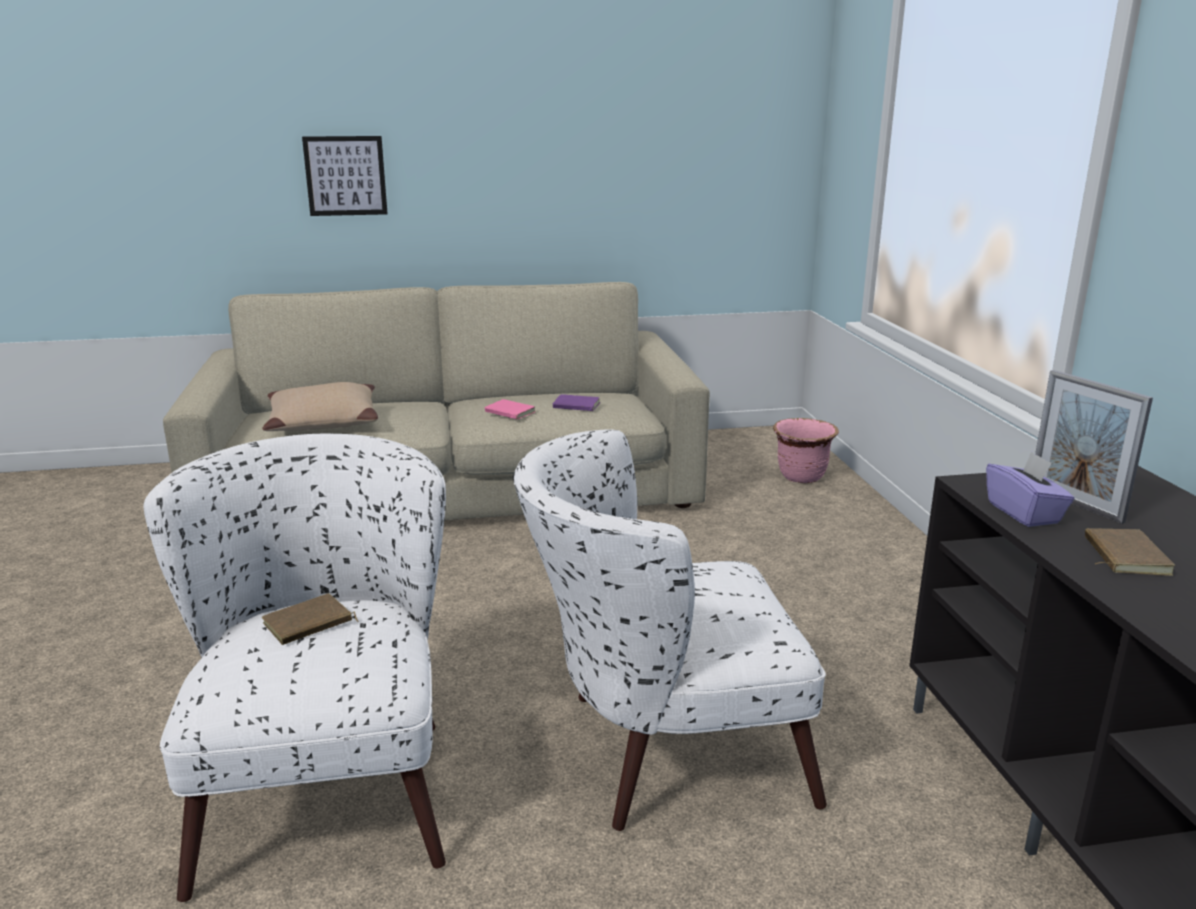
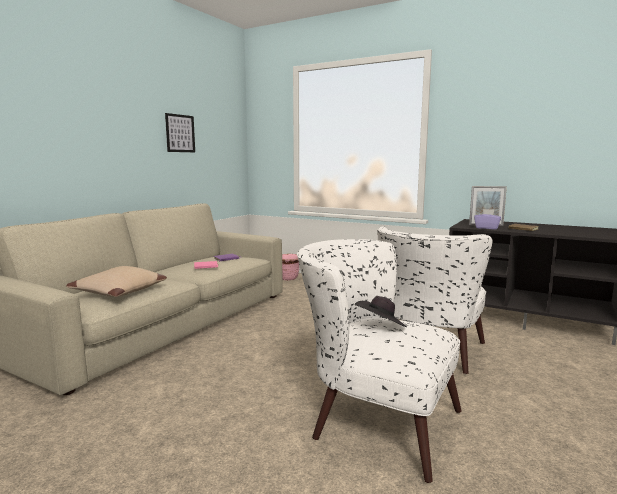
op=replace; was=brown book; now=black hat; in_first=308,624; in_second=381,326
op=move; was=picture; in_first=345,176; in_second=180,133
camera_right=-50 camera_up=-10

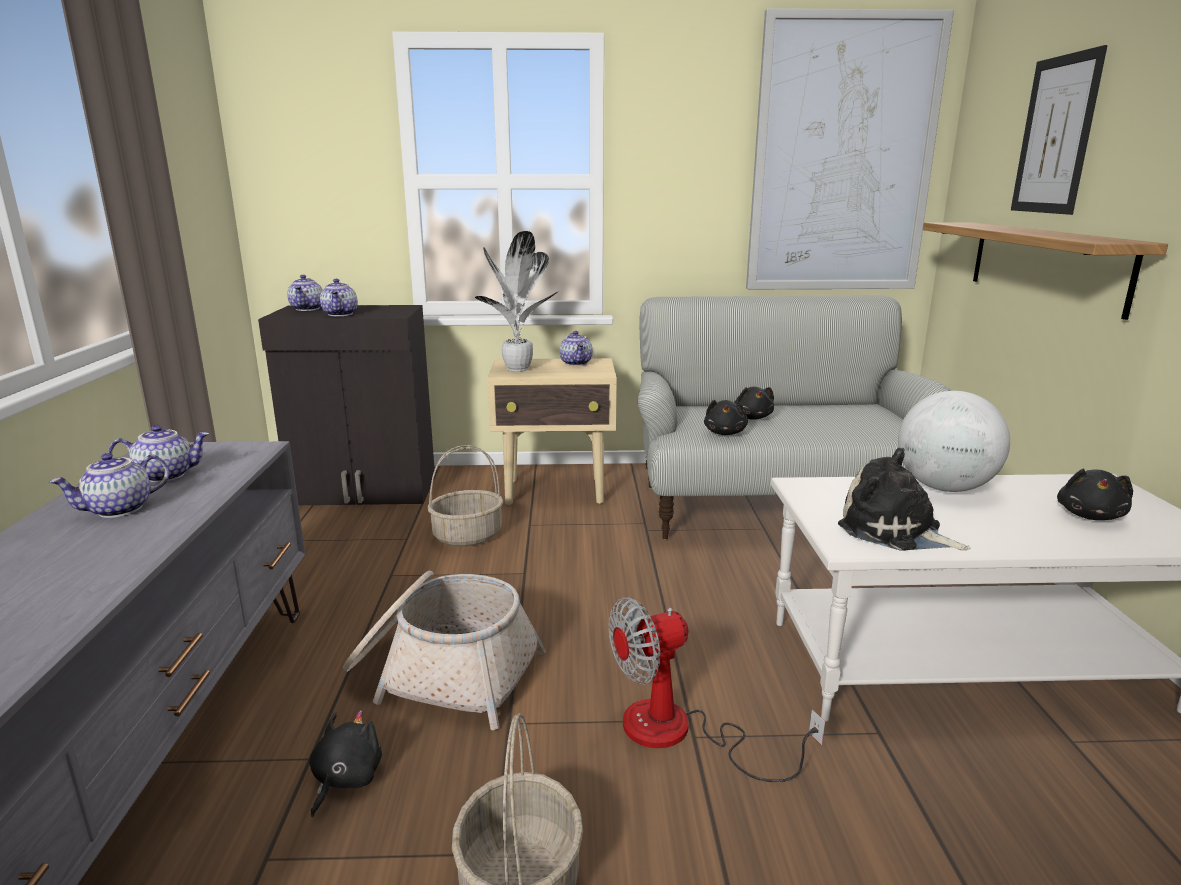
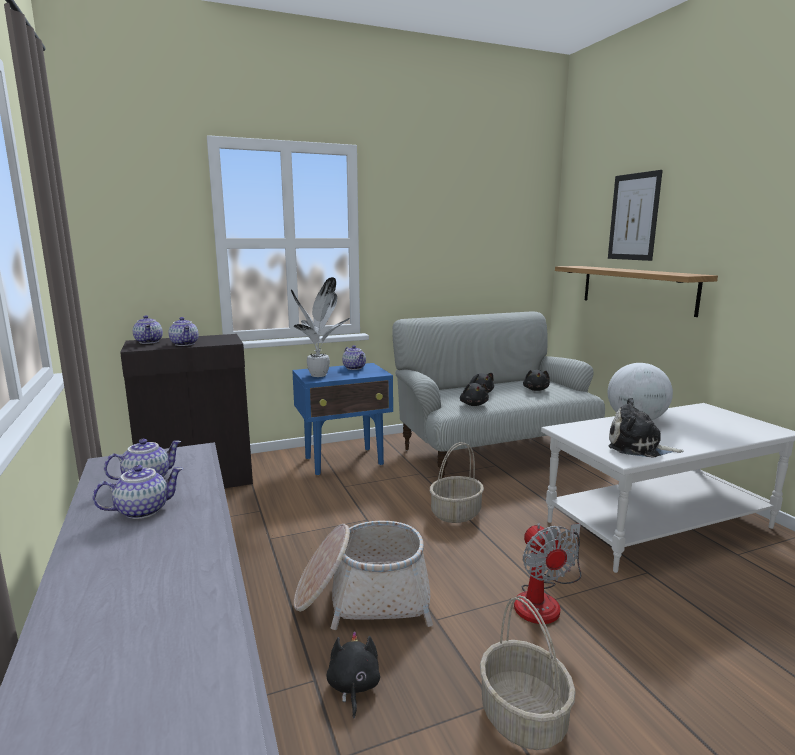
op=rotate; was=teapot; in_first=119,510; in_second=143,510; clockwise=-150
op=move; was=basket; in_first=468,536; in_second=455,513
op=recolor; was=beige side table; now=blue side table; in_first=556,492; in_second=345,461
op=rotate; was=fan; in_first=679,733; in_second=544,599; clockwise=-60
op=delete; was=picture; in_first=842,157
op=move; was=black plush toy; in_first=1090,515; in_second=536,389
camera_right=-20 camera_up=-5

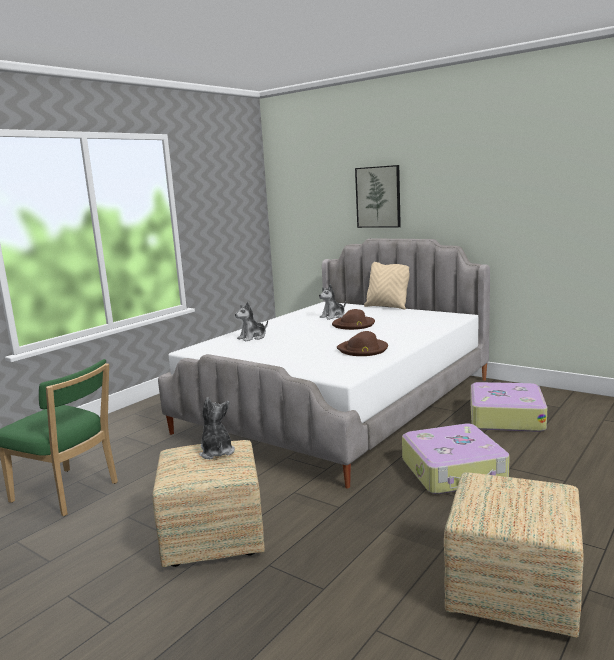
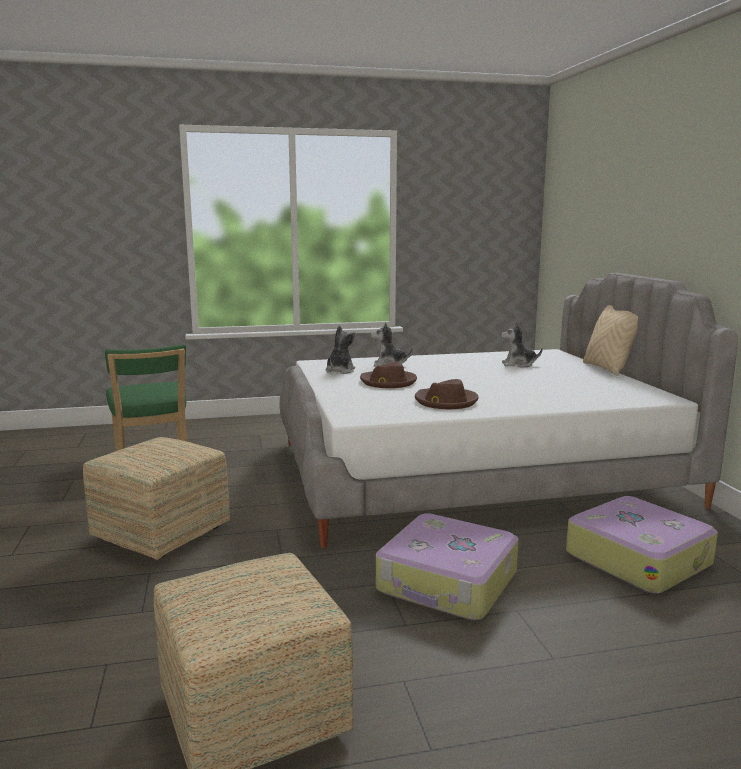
op=move; was=plush toy; in_first=216,452; in_second=339,371
op=move; was=brown hat; in_first=354,325; in_second=388,382
op=delete; was=picture; in_first=378,197
camera_right=40 camera_up=0

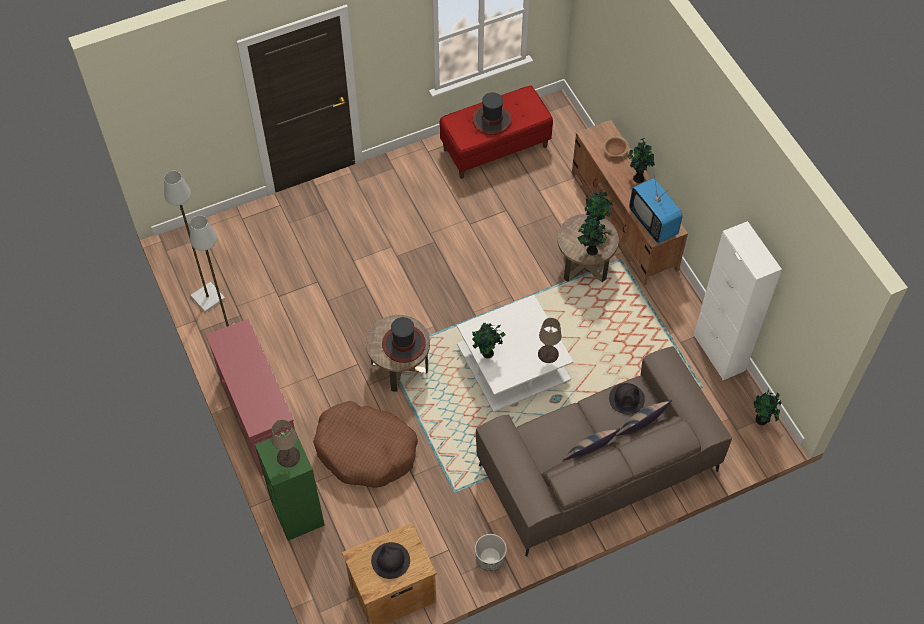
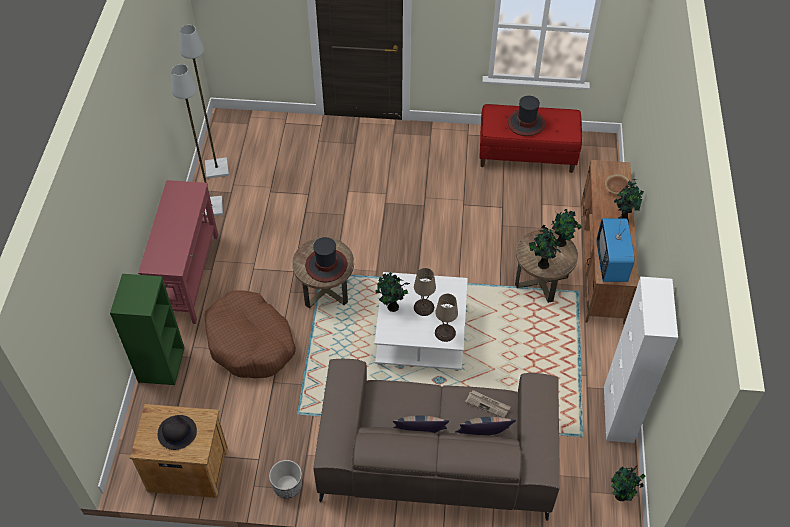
op=move; was=beige table lamp; in_first=288,457; in_second=423,307
op=replace; was=black hat; now=newspaper; in_first=627,399; in_second=488,404
camera_right=30 camera_up=-5

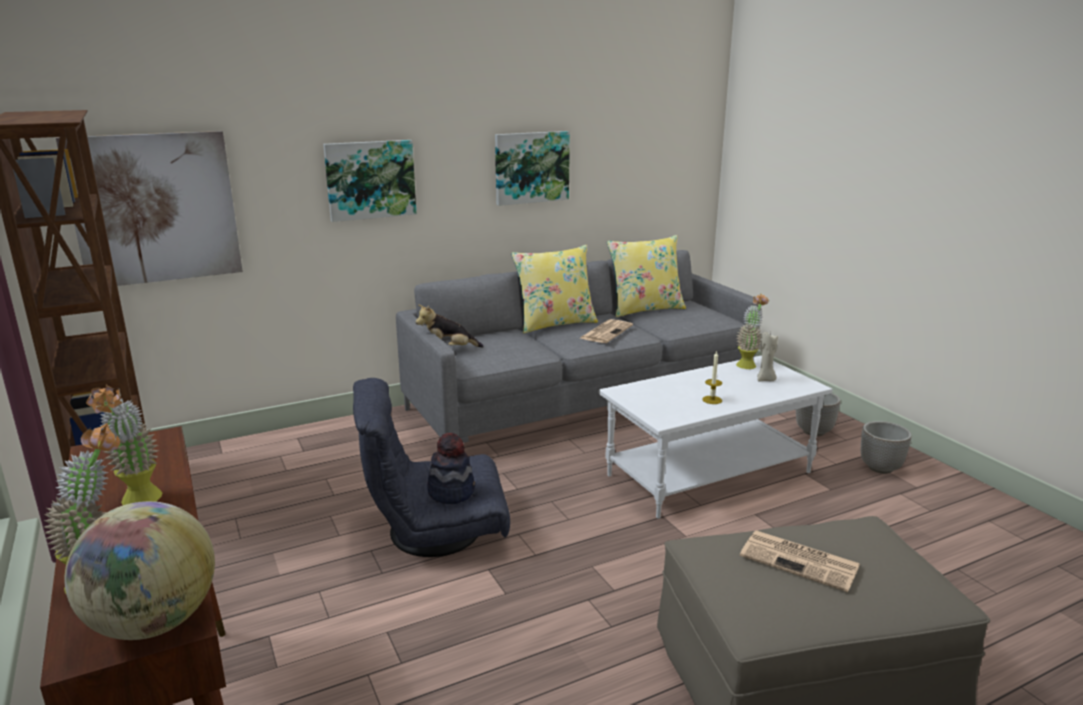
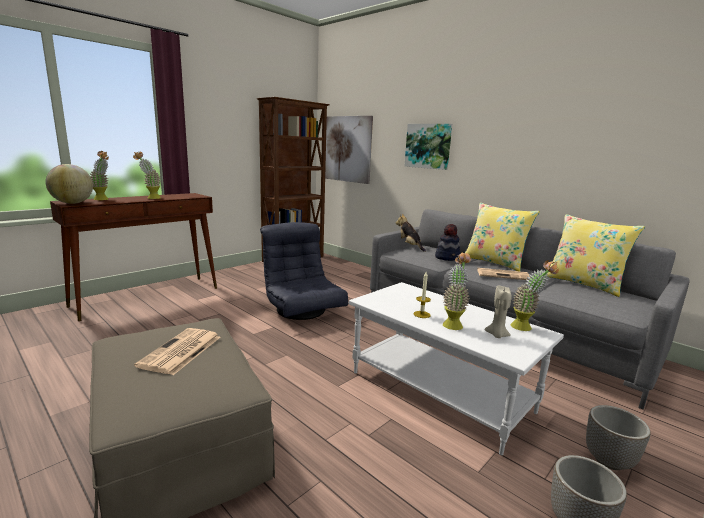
op=move; was=hat; in_first=451,492; in_second=447,257
op=delete; was=picture; in_first=531,167
op=insert; now=potted plant; in_second=453,323
camera_right=70 camera_up=-5

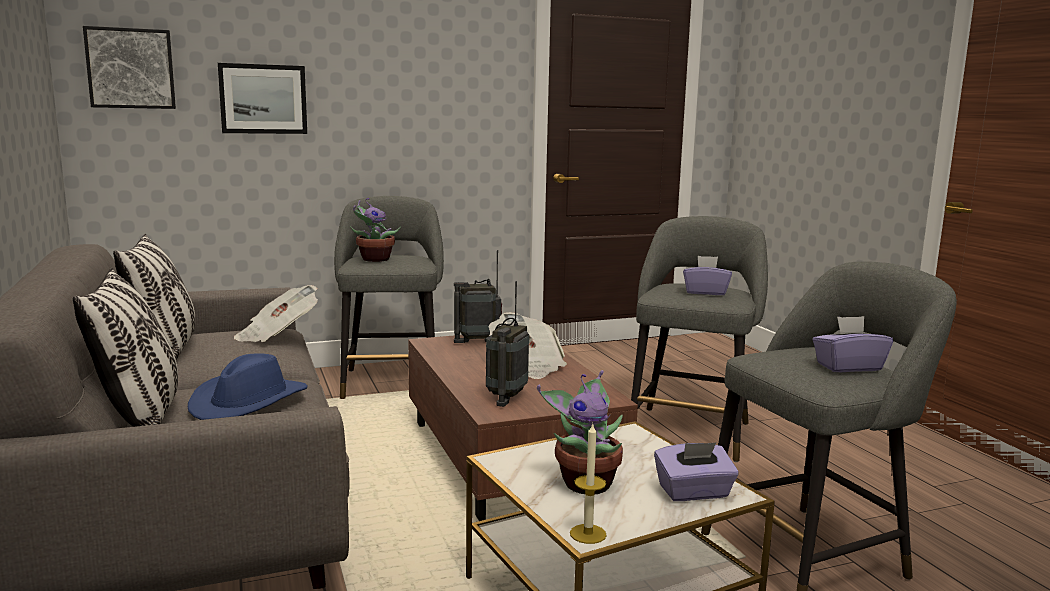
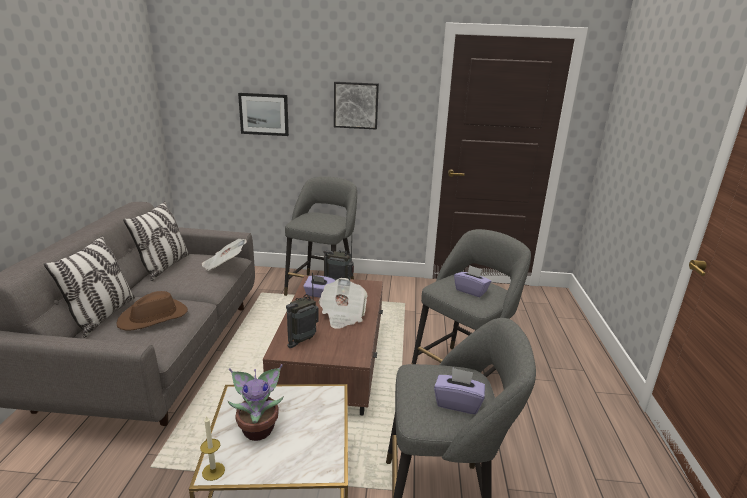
op=move; was=picture; in_first=131,68; in_second=356,105
op=recolor; was=blue hat; now=brown hat; in_first=249,402; in_second=154,317
op=delete; was=potted plant; in_first=374,259
op=move; was=purple tissue box; in_first=694,492; in_second=319,294
camera_right=25 camera_up=10

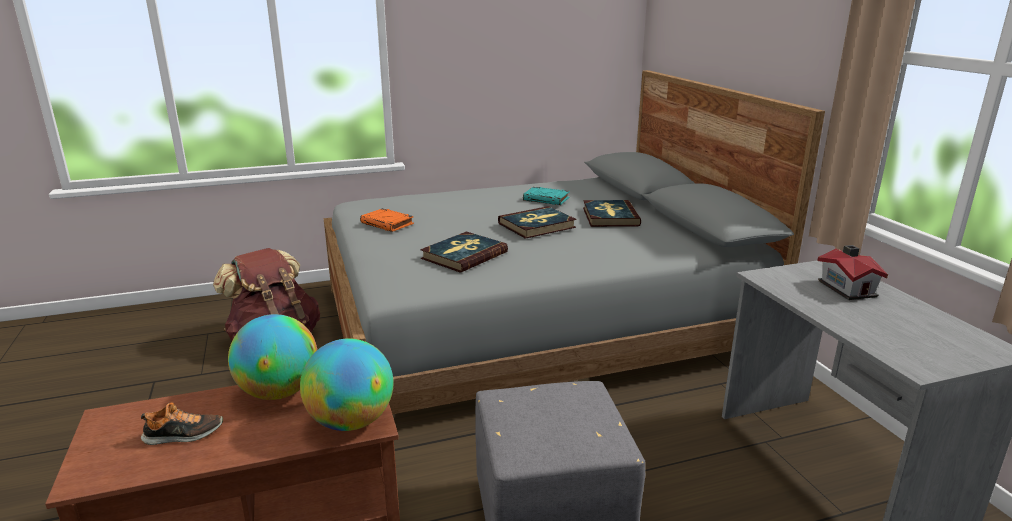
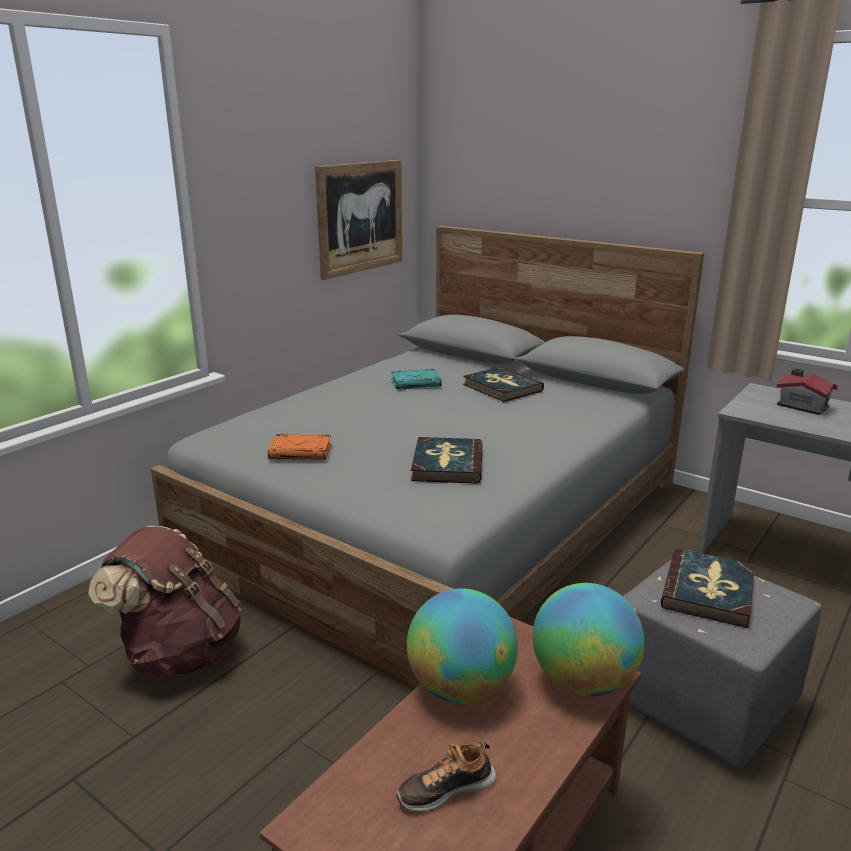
op=rotate; was=shoe; in_first=183,435; in_second=445,788; clockwise=-150
op=move; was=book; in_first=537,225; in_second=709,591
op=insert; now=picture; in_second=360,217
camera_right=-35 camera_up=0

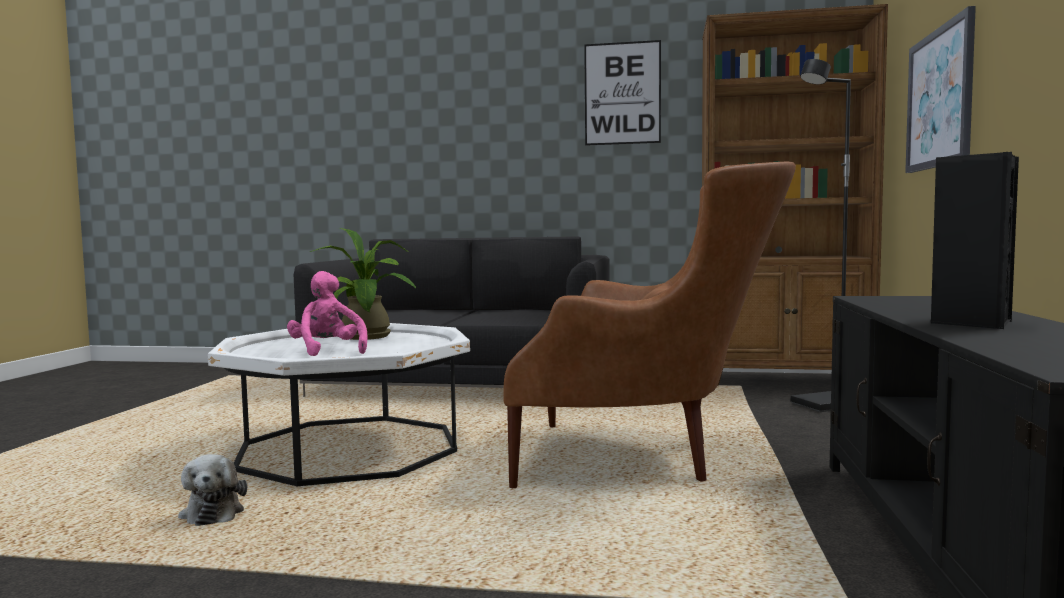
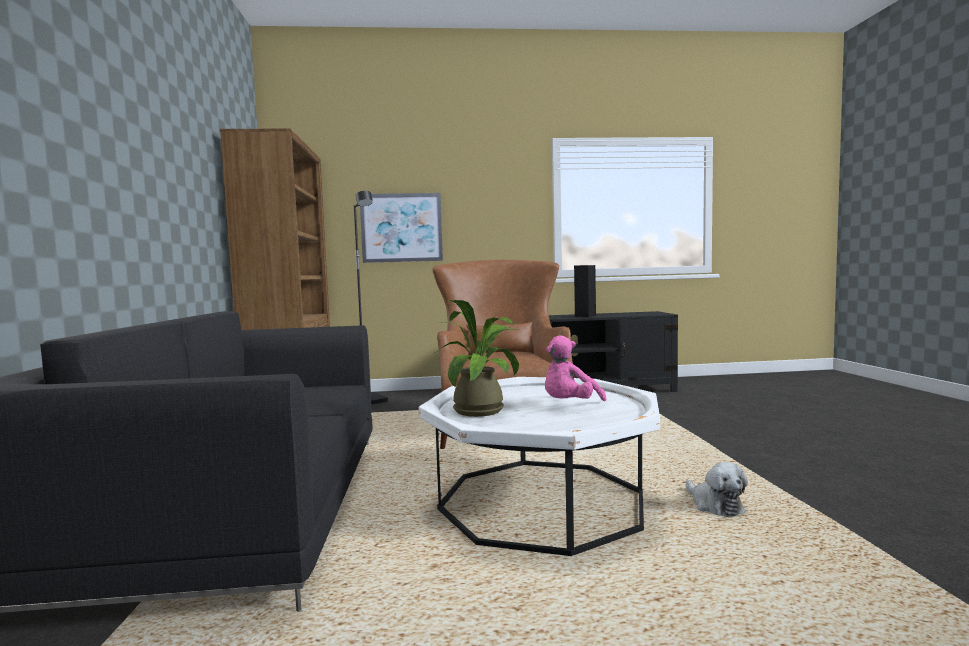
op=rotate; was=plush toy; in_first=213,513; in_second=714,506; clockwise=105
op=delete; was=picture; in_first=622,93
camera_right=-105 camera_up=0

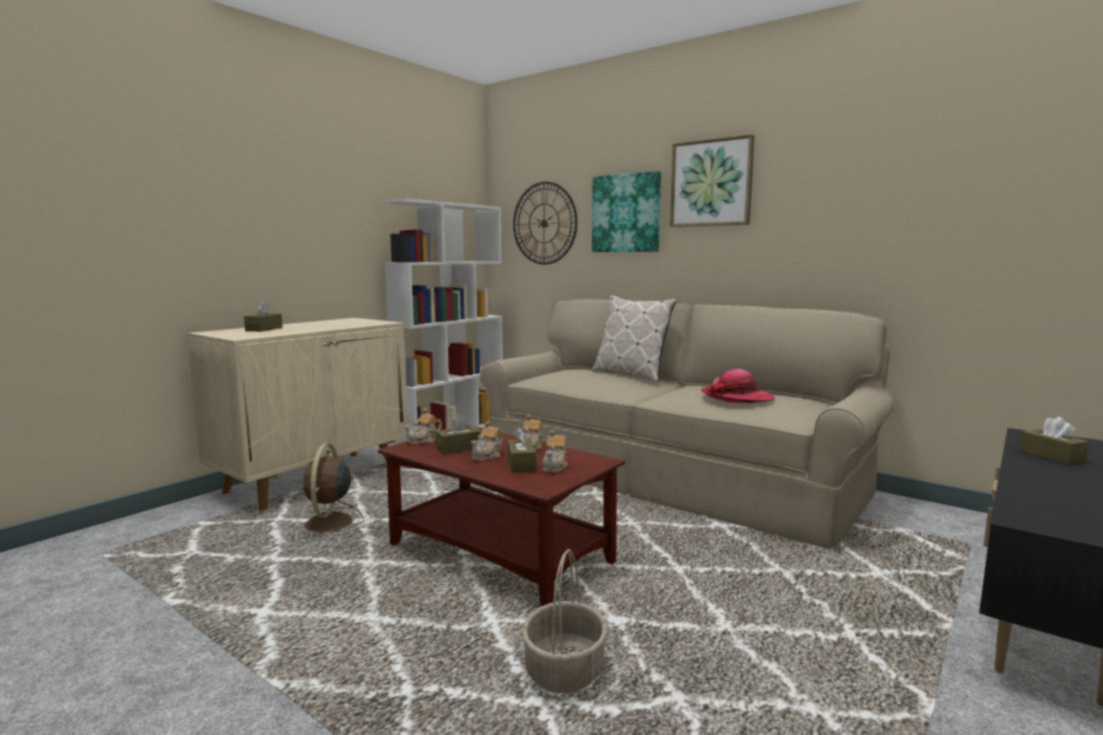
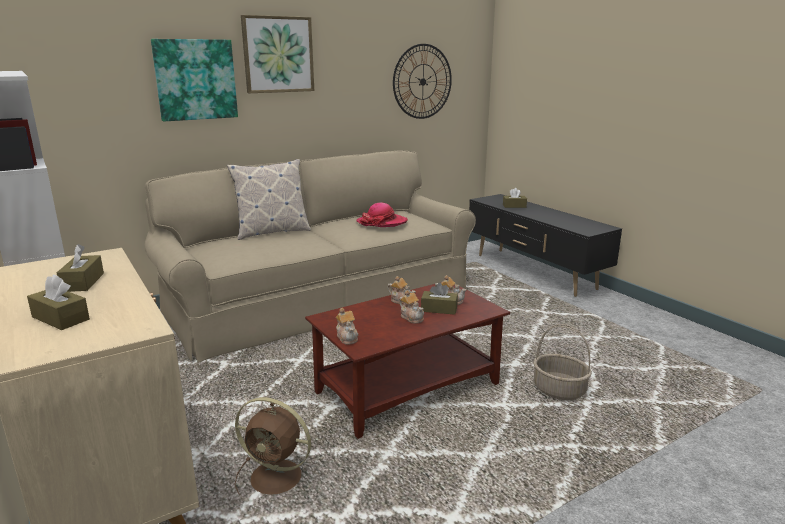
op=move; was=brown tissue box; in_first=459,448; in_second=83,282
op=move; was=wall clock; in_first=544,223; in_second=422,81
camera_right=-70 camera_up=10

